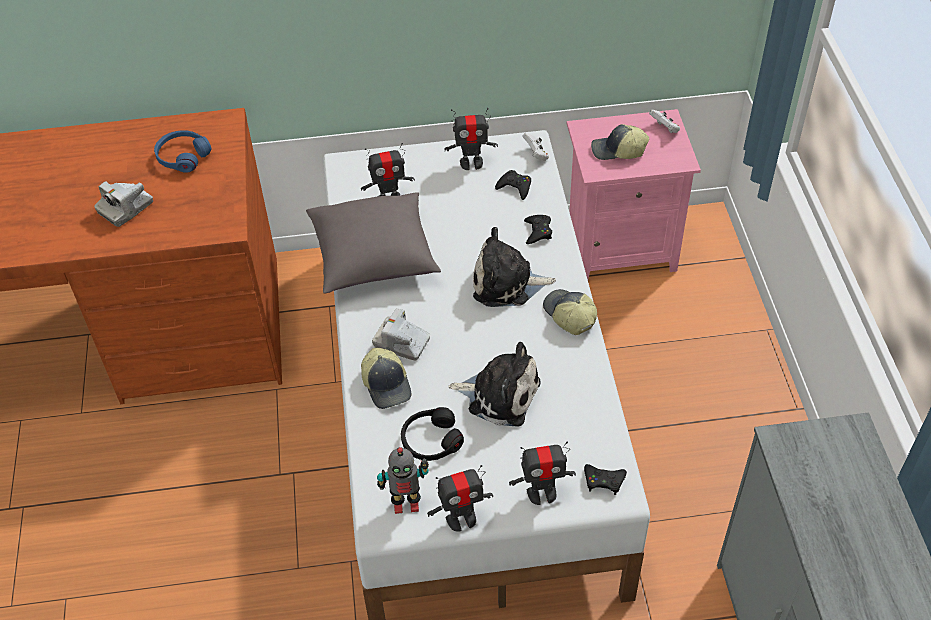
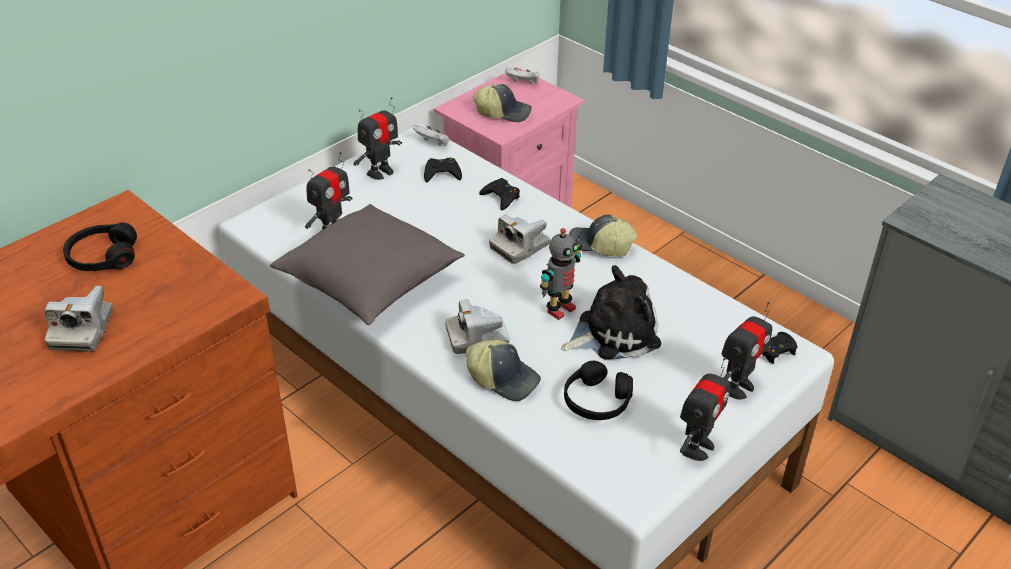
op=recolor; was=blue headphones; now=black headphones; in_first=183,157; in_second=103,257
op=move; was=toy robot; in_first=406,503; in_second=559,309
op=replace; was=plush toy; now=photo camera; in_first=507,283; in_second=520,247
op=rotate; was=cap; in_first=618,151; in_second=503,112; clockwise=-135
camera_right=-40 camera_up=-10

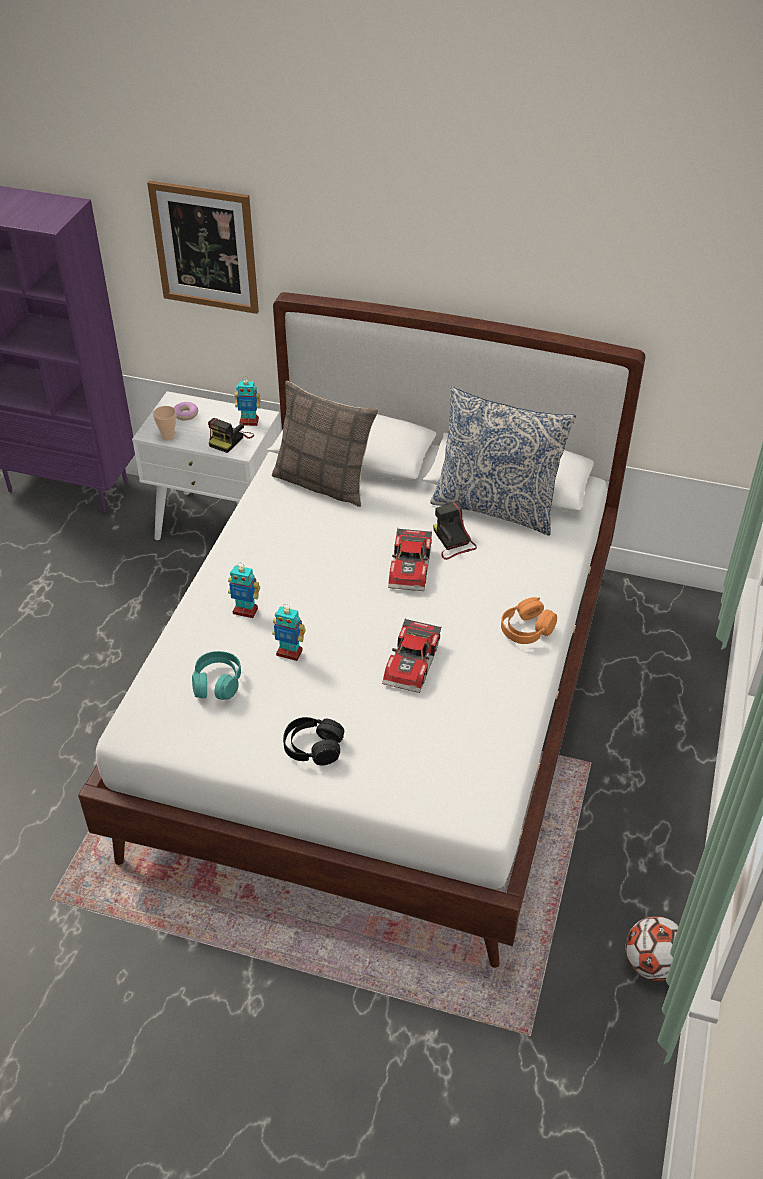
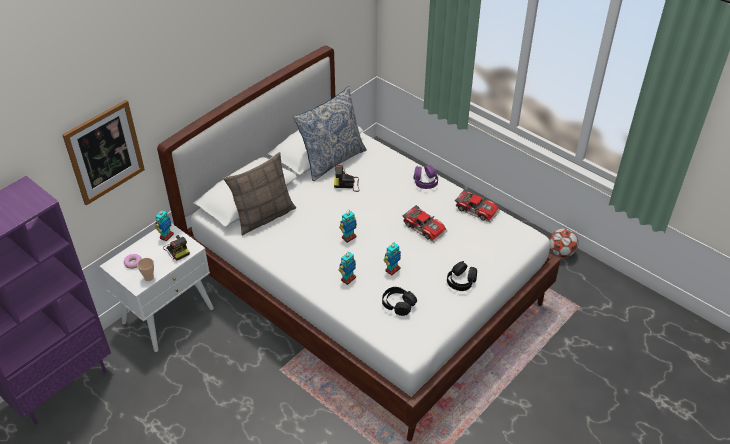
op=recolor; was=turquoise headphones; now=black headphones; in_first=217,683; in_second=398,304
op=move; was=toy car; in_first=412,567; in_second=477,209
op=recolor; was=orange headphones; now=purple headphones; in_first=526,629; in_second=425,181
op=insert; now=toy robot; in_second=348,237
camera_right=-65 camera_up=0

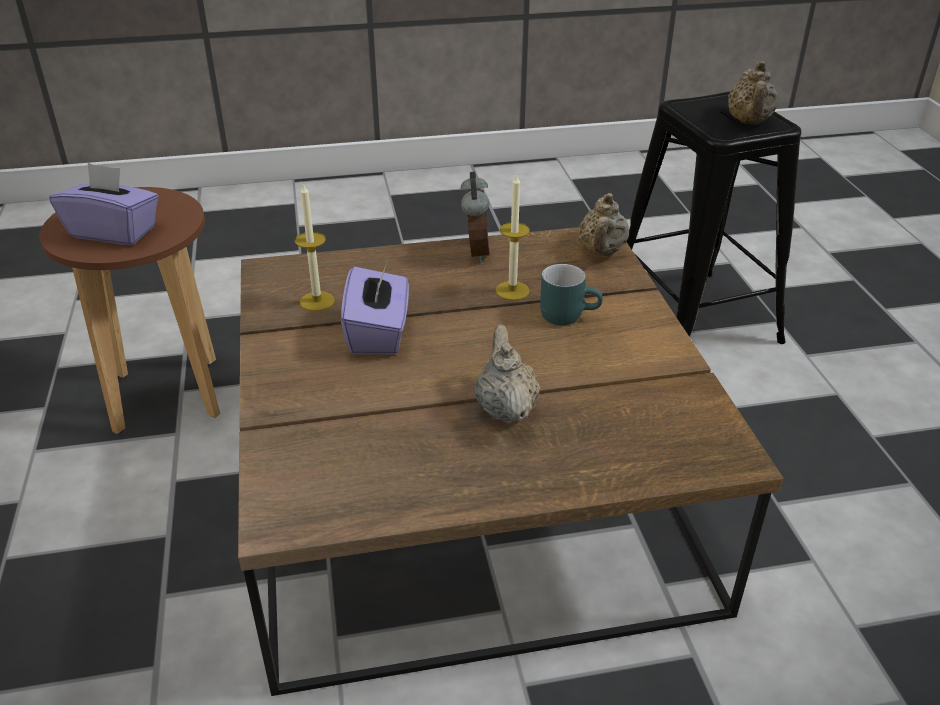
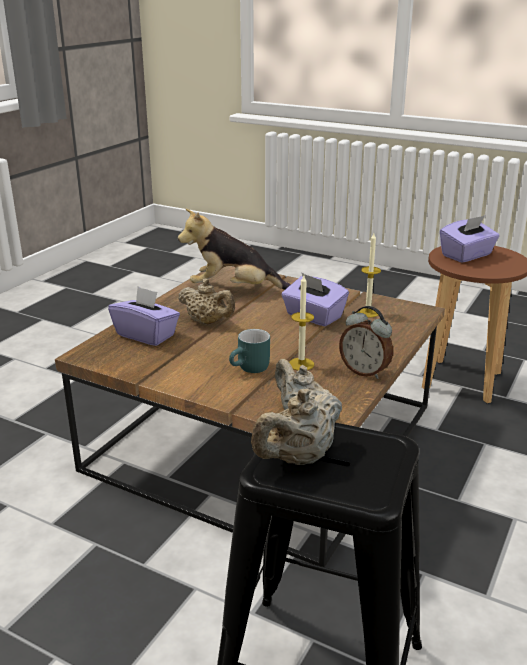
op=rotate; was=beige teapot; in_first=749,122; in_second=298,458; clockwise=-90
op=insert; now=purple tissue box; in_second=146,335
op=insert; now=plush toy; in_second=233,289
camera_right=130 camera_up=-10

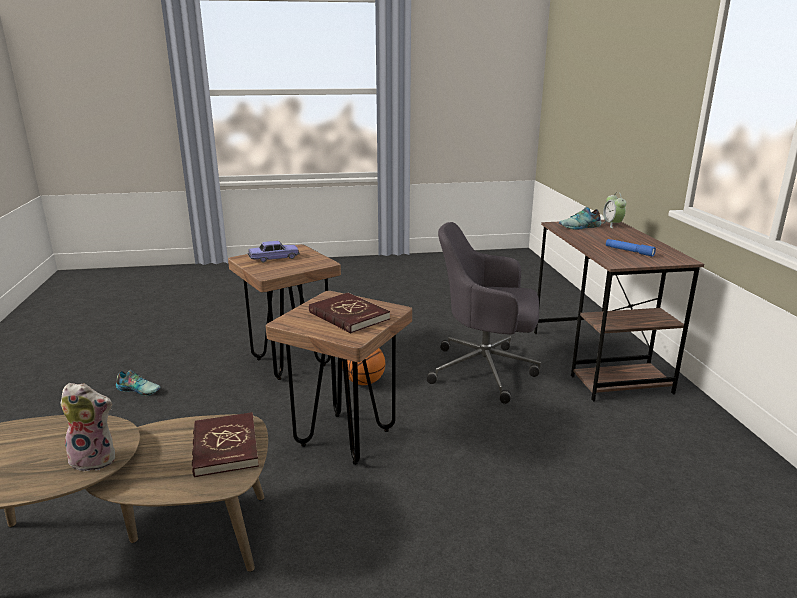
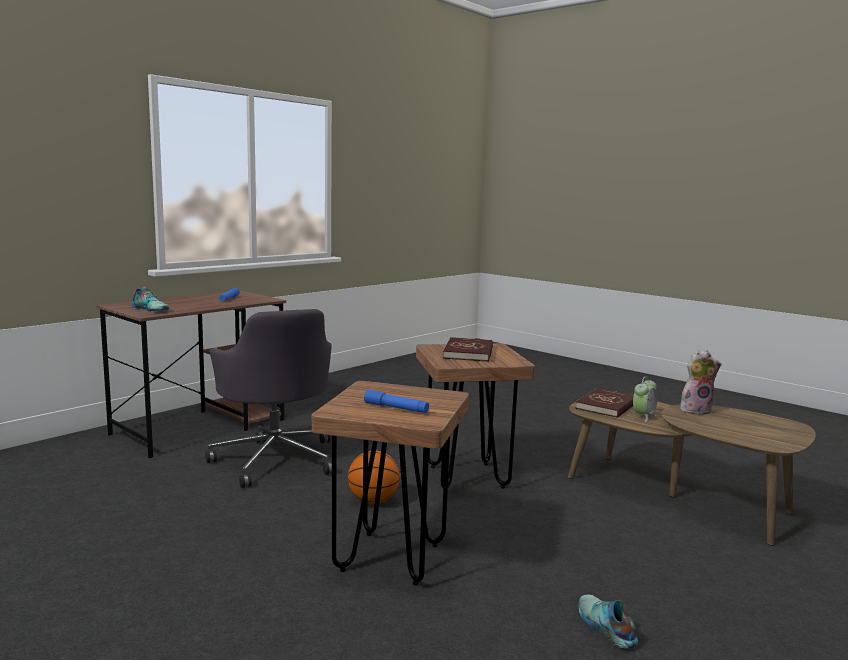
op=rotate; was=plush toy; in_first=96,459; in_second=695,410; clockwise=120
op=replace; was=toy car; now=blue flashlight; in_first=274,258; in_second=396,408
op=move; was=alarm clock; in_first=612,225; in_second=643,416
camera_right=-130 camera_up=-10

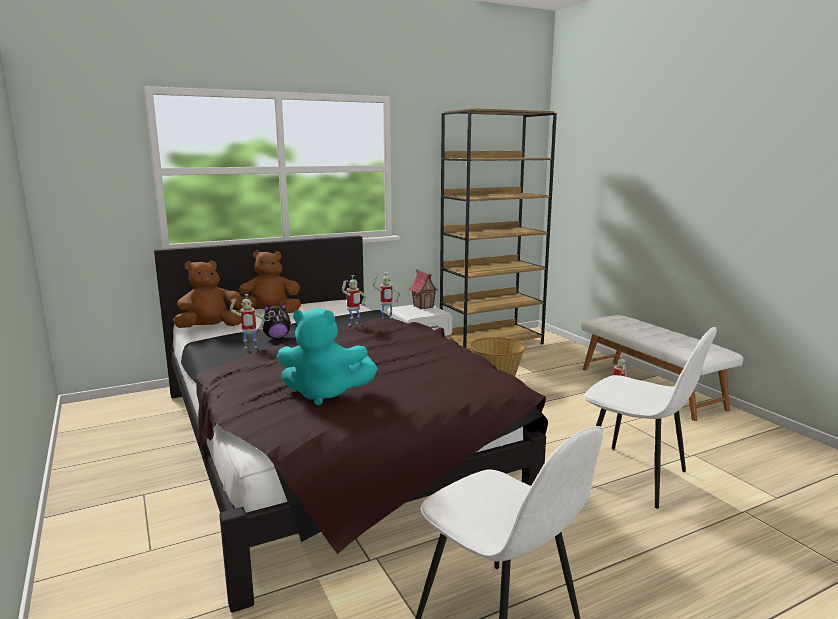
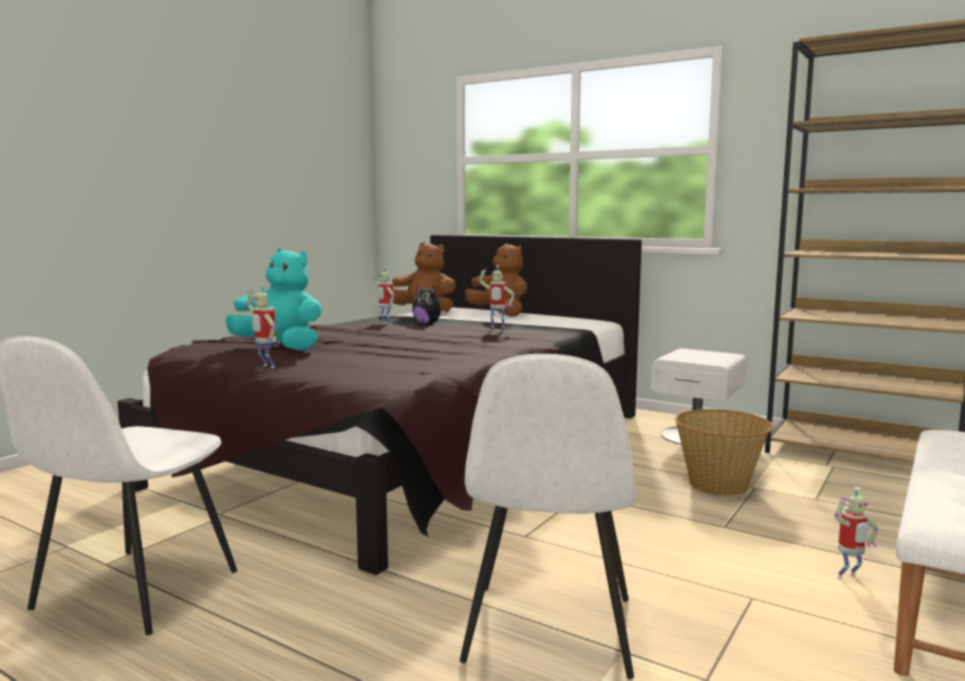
op=rotate; was=turquoise plush toy; in_first=324,394; in_second=281,347; clockwise=135
op=move; was=toy robot; in_first=386,318; in_second=266,367
op=delete; was=toy house; in_first=423,306
camera_right=60 camera_up=-5

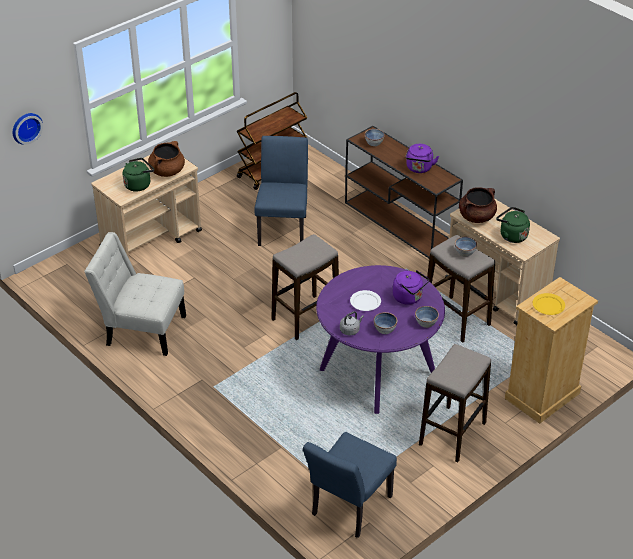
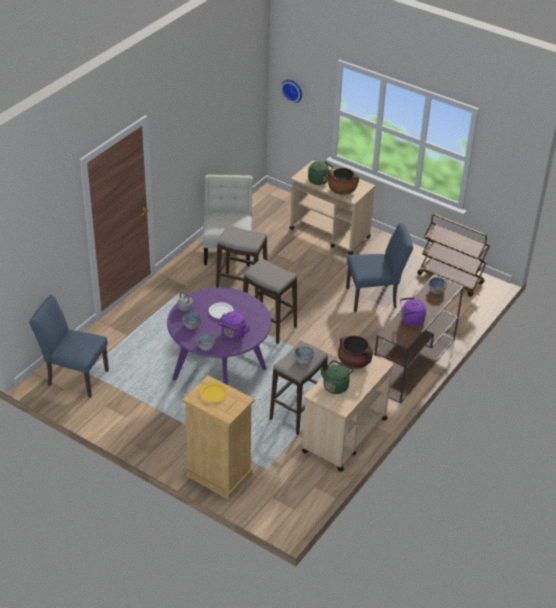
op=move; was=stool; in_first=453,434; in_second=242,289
camera_right=75 camera_up=0

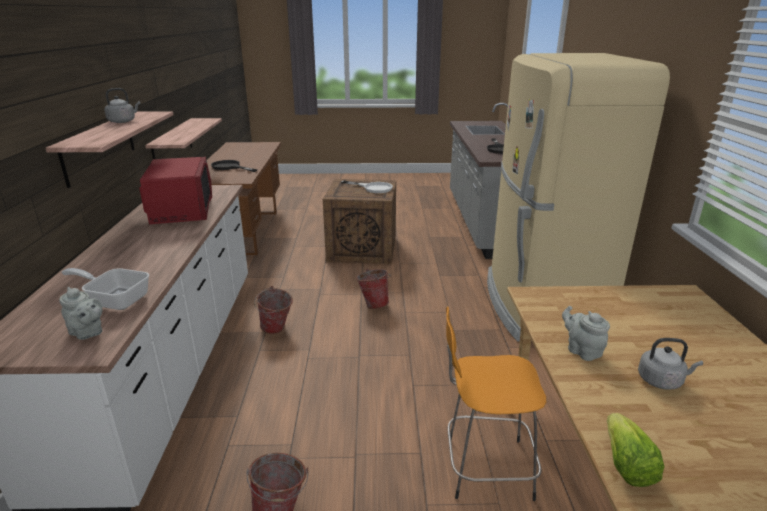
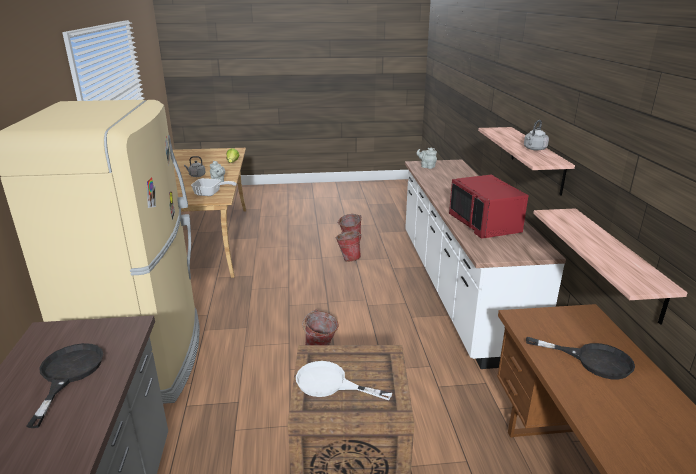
op=move; was=frying pan; in_first=115,299; in_second=210,194
op=move; was=bucket; in_first=276,330; in_second=348,258
op=delete; was=orange stool; in_first=485,467
camera_right=175 camera_up=0

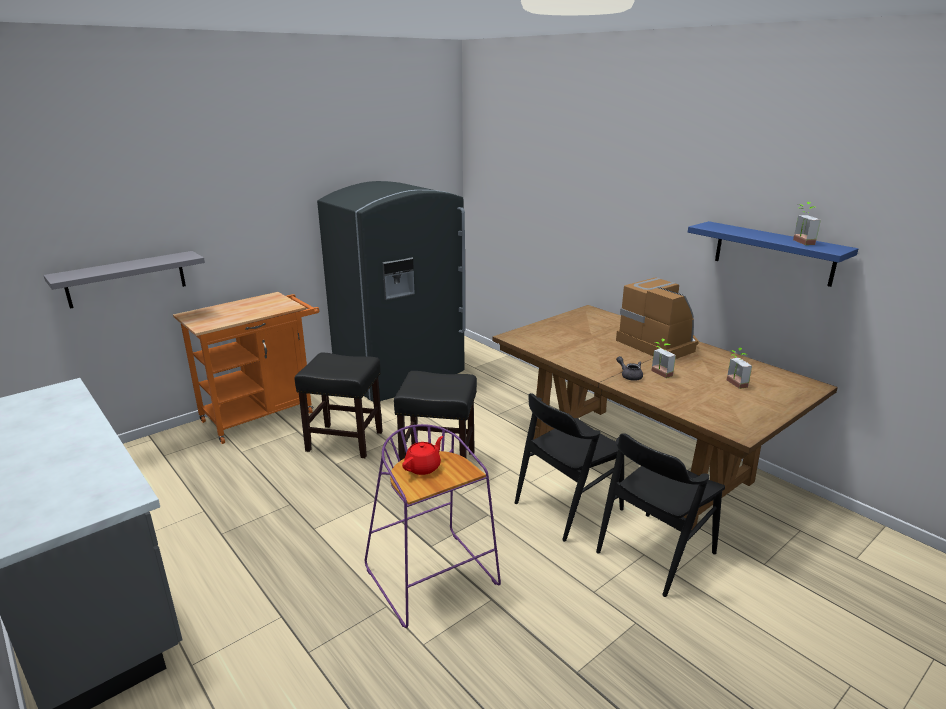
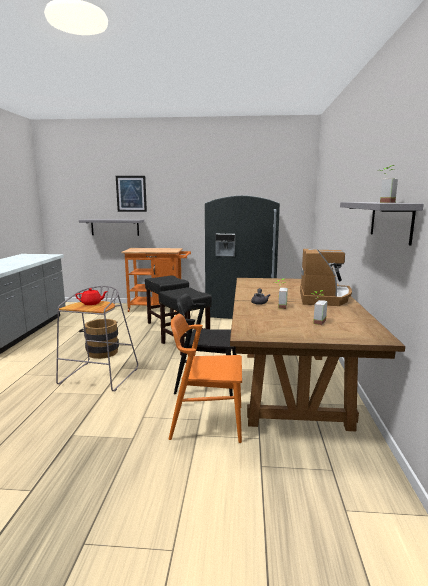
op=recolor; was=purple stool; now=grey stool; in_first=433,578; in_second=99,377
op=recolor; was=black chair; now=orange chair; in_first=655,552; in_second=207,422
op=recolor; was=blue shelf; now=grey shelf; in_first=773,253; in_second=390,221
op=insert; now=brown bucket; in_second=101,351
op=insert; now=picture; in_second=131,193
camera_right=45 camera_up=-10

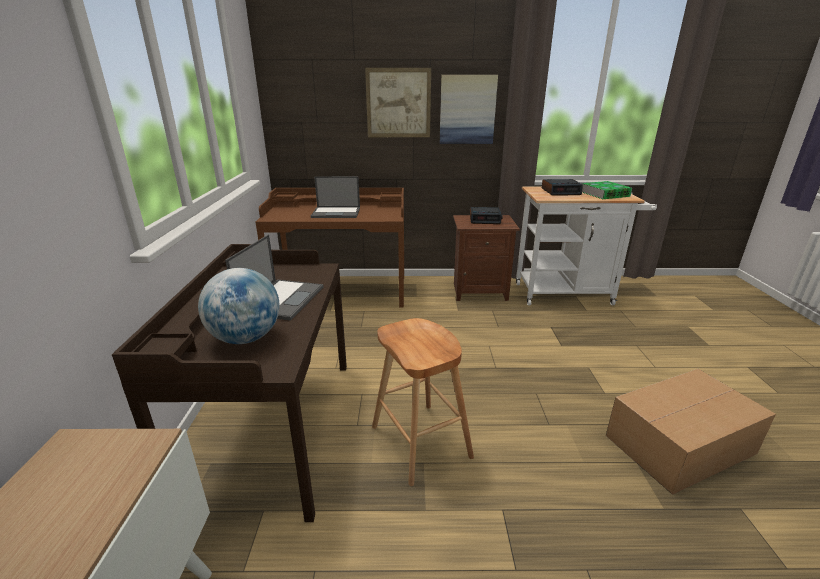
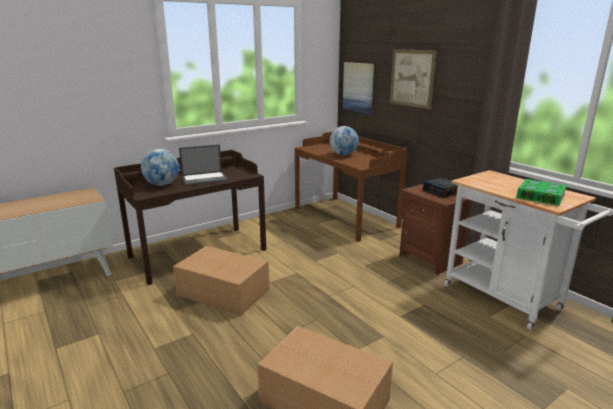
op=replace; was=laptop; now=globe; in_first=337,213; in_second=343,155
op=replace; was=brown stool; now=cardboard box; in_first=420,441; in_second=224,293
op=move; was=picture; in_first=467,110; in_second=358,87
op=delete; was=alarm clock; in_first=561,191
camera_right=55 camera_up=-5

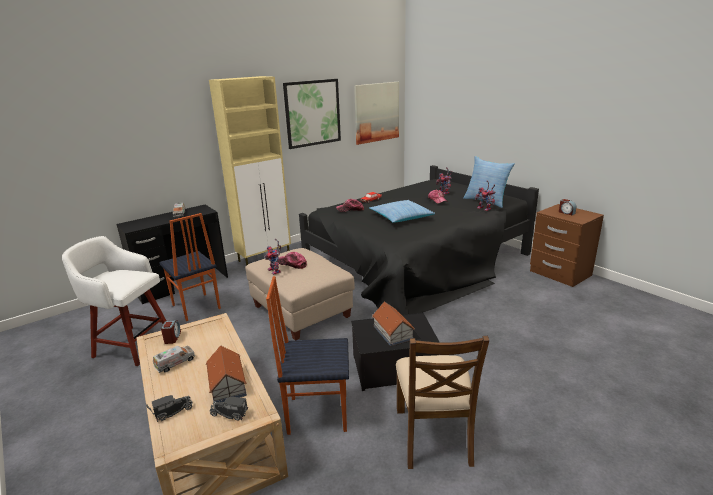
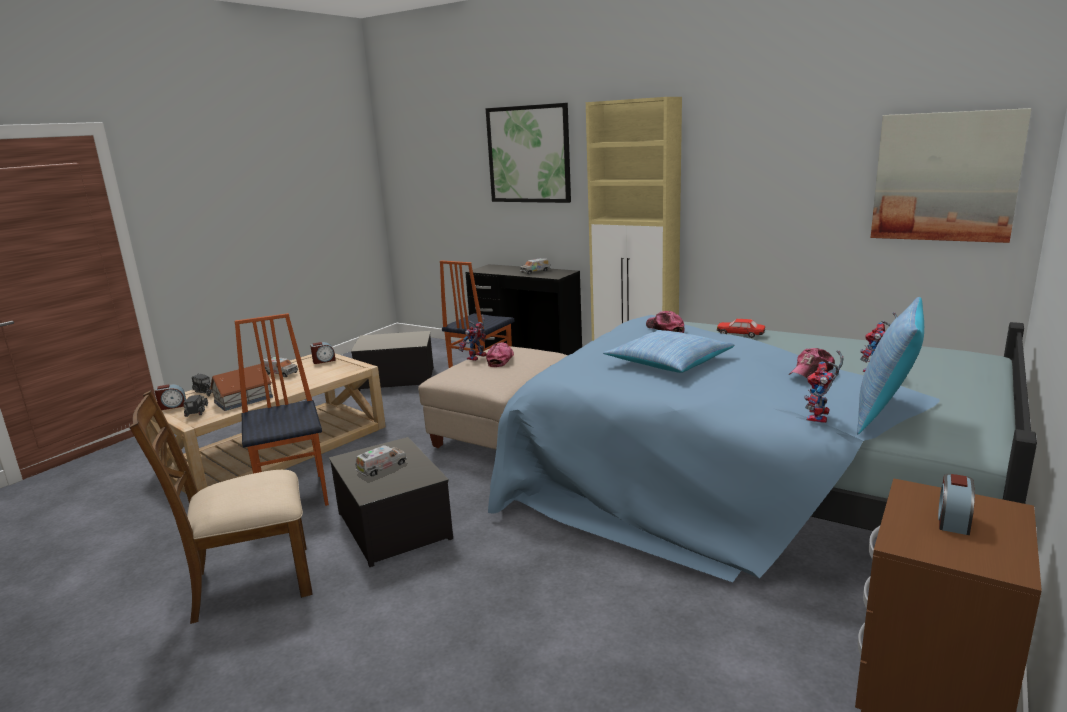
op=replace; was=white stool; now=storage box; in_first=132,345; in_second=397,379
op=move; was=picture; in_first=312,113; in_second=529,154
op=recolor; was=black bed; now=blue bed; in_first=417,262; in_second=750,484
op=replace; was=toy house; now=toy truck; in_first=393,333; in_second=382,467
op=insert; now=alarm clock; in_second=172,406
camera_right=70 camera_up=-5

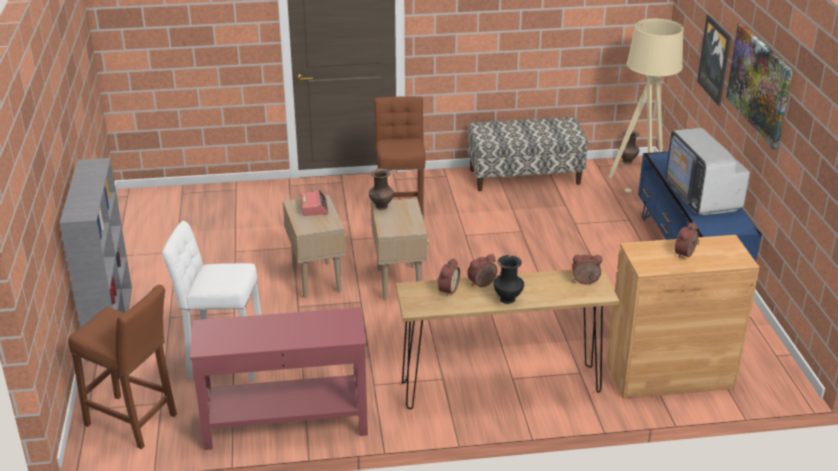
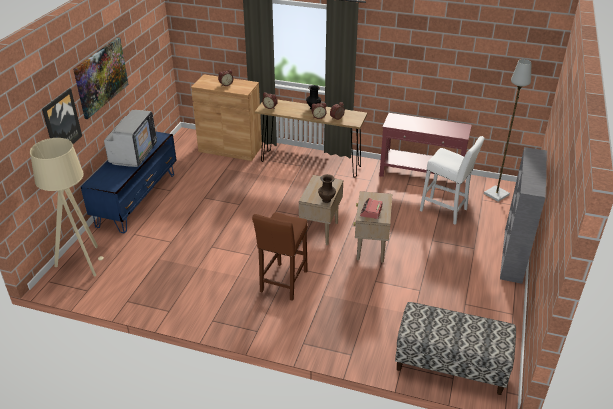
op=replace; was=brown stool; now=grey floor lamp; in_first=134,422; in_second=496,194
op=move; was=bench; in_first=524,176; in_second=450,365
op=delete; was=brown vase; in_first=627,161
camera_right=-155 camera_up=5

